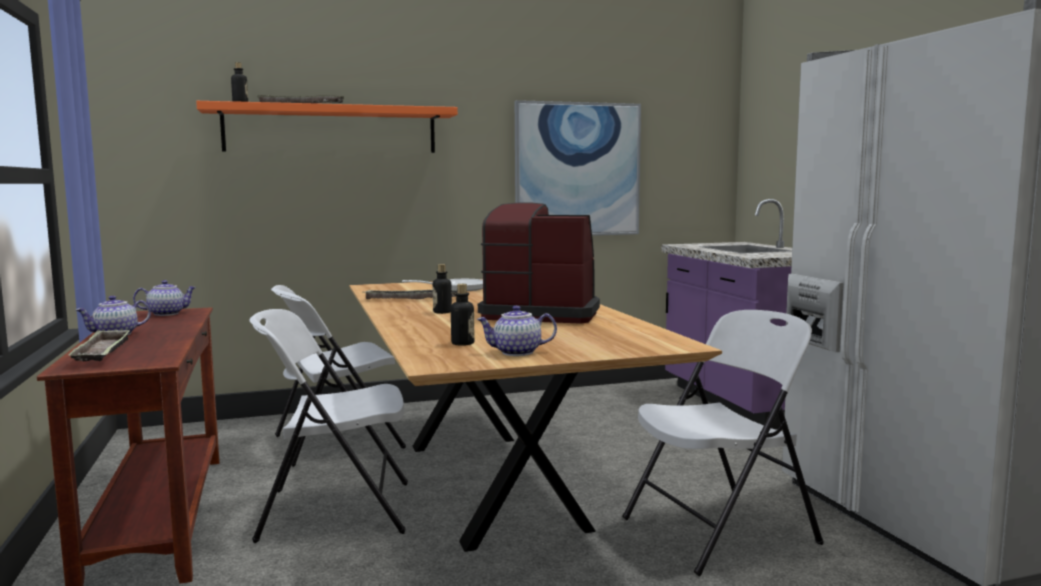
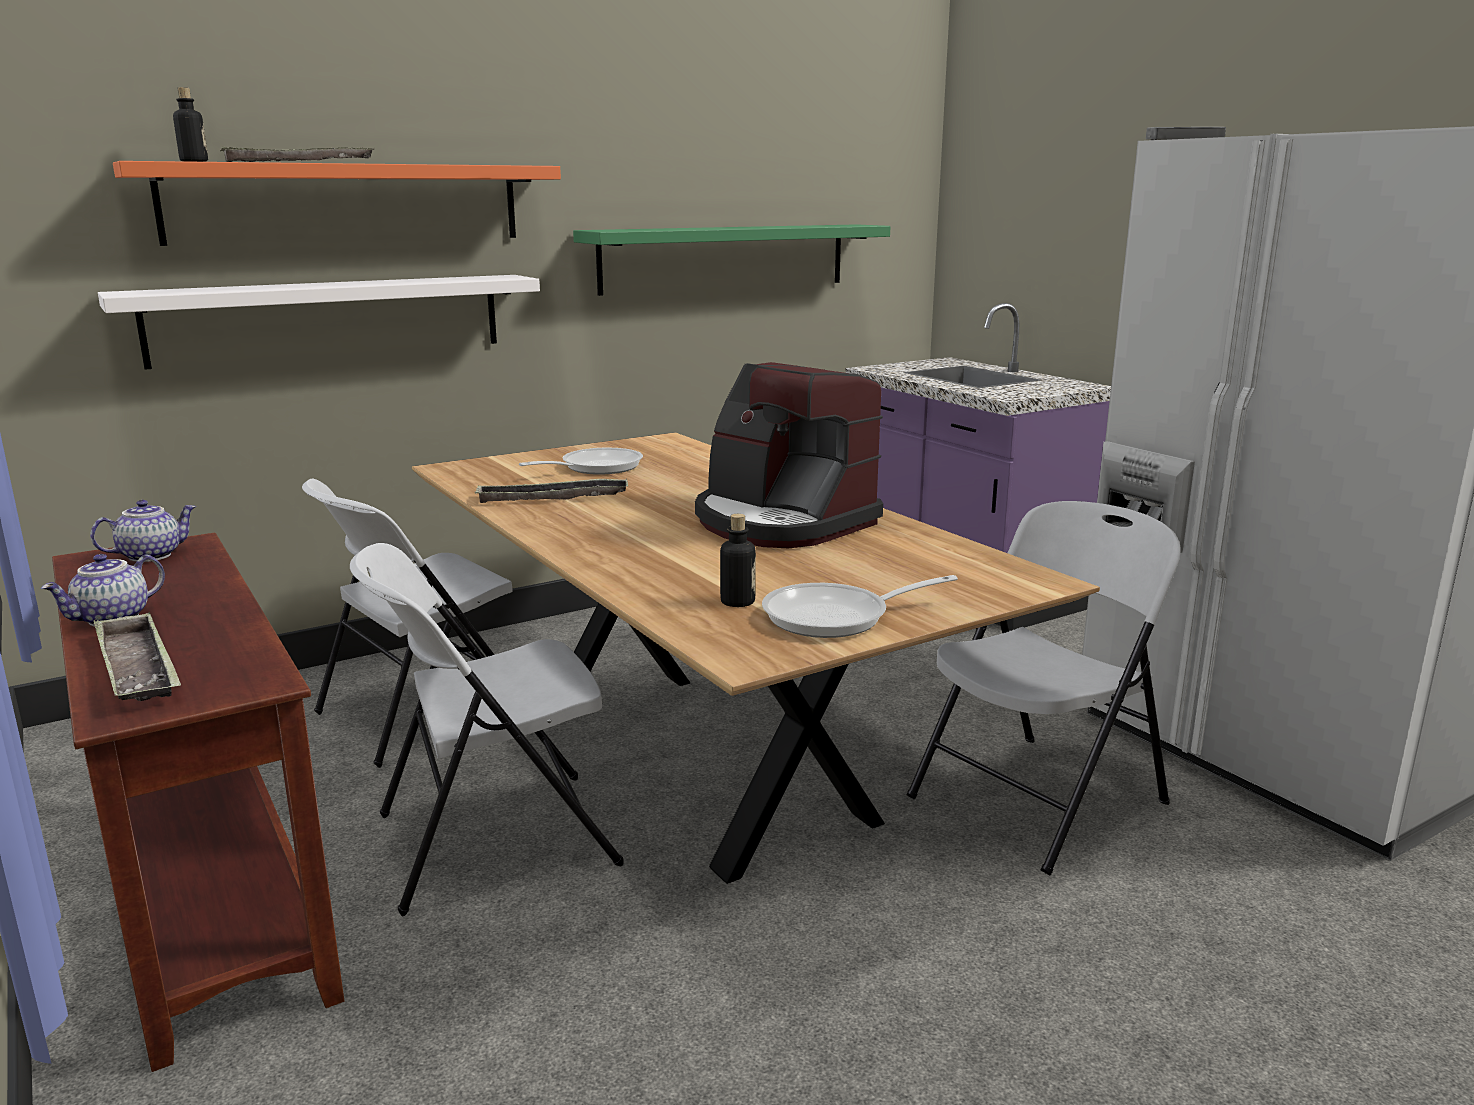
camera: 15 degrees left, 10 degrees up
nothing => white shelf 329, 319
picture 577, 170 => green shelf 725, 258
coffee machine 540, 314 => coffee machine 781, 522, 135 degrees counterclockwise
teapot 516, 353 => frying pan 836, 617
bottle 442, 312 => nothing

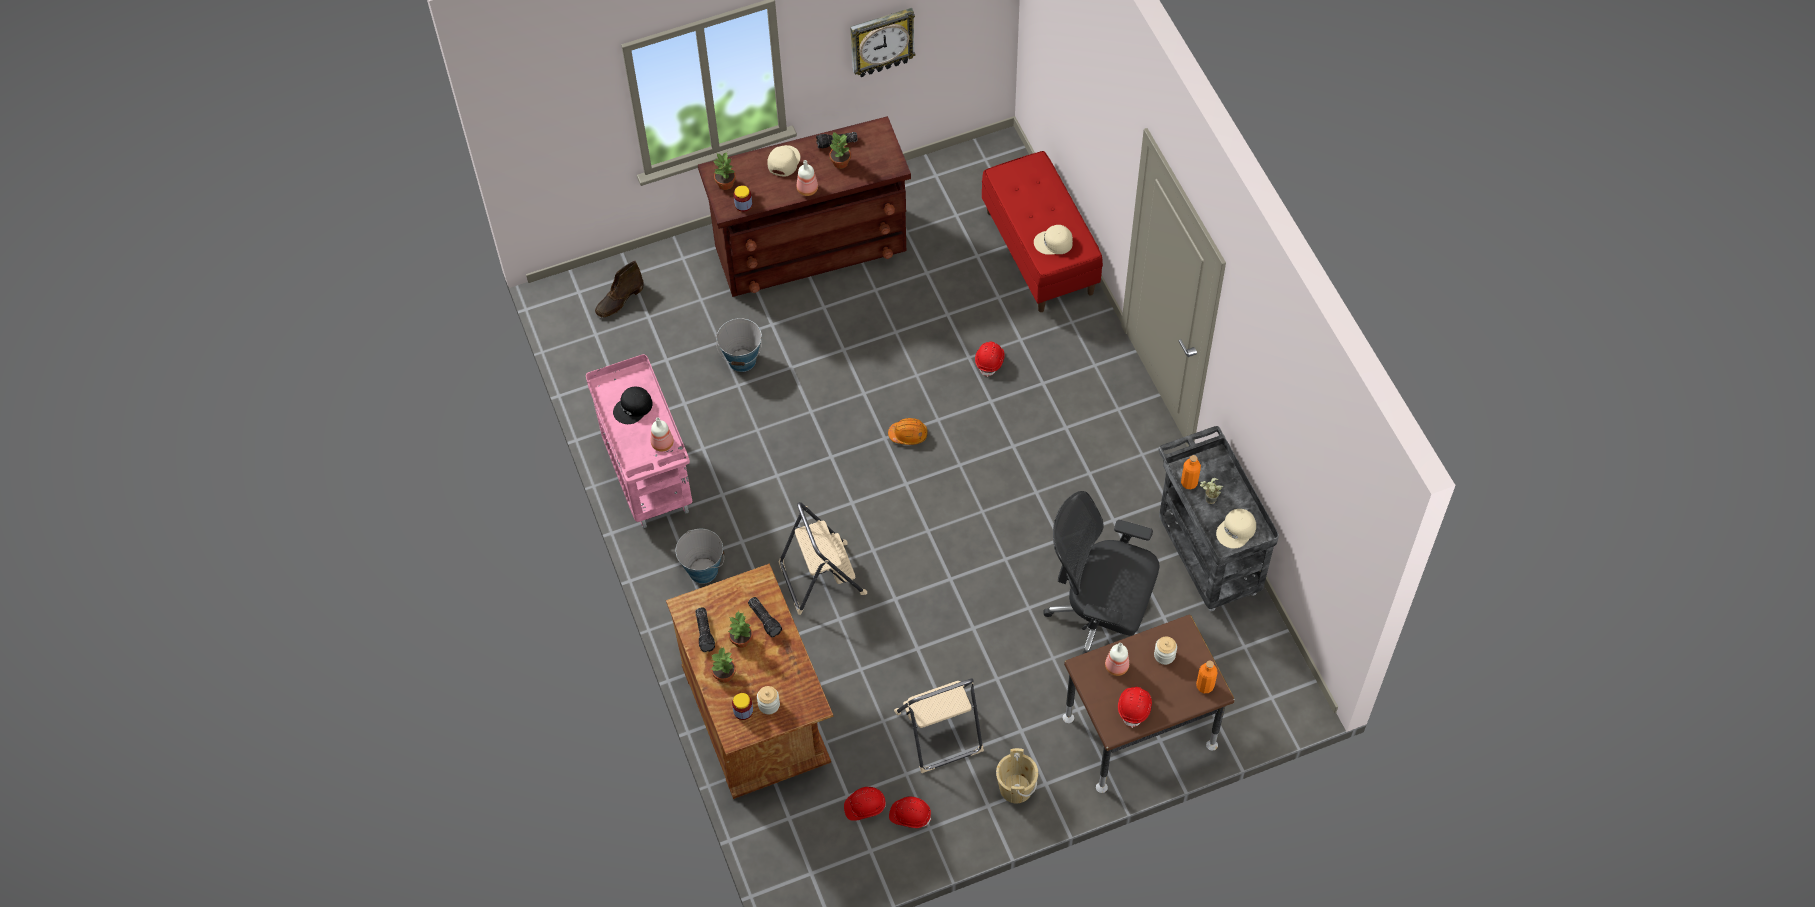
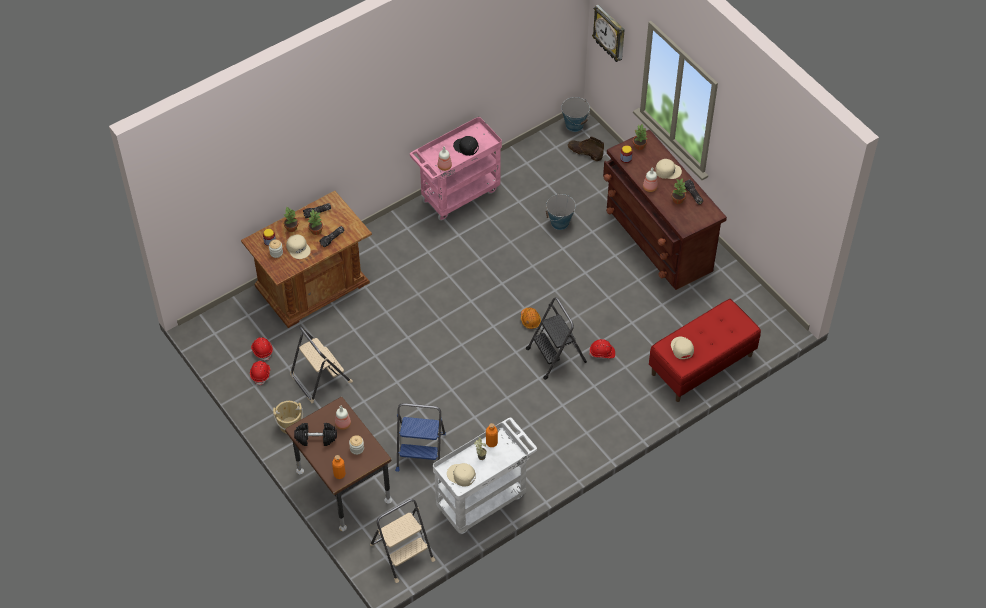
camera: 75 degrees right, 5 degrees down
nothing => beige cap 298, 248
red hard hat 1134, 707 => black dumbbell 316, 438
beige step ladder 818, 578 => beige step ladder 401, 550, move
office chair 1100, 617 => blue step ladder 421, 450
black cart 1205, 555 => white cart 485, 502
nothing => black step ladder 558, 354
bucket 703, 570 => bucket 574, 125, move
wall clock 881, 41 => wall clock 610, 34, move

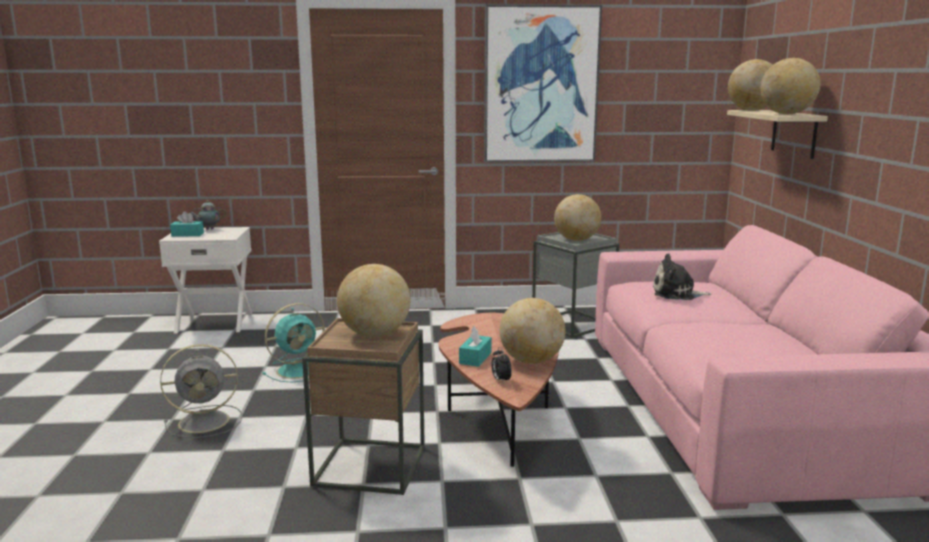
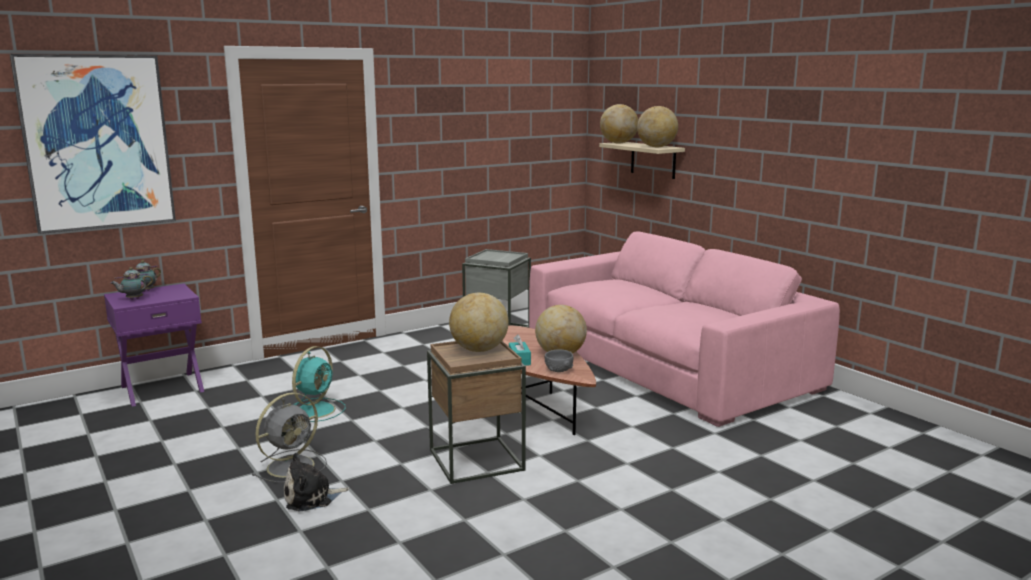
camera: 30 degrees left, 0 degrees up
picture 540, 85 => picture 97, 142, move
white nightstand 215, 322 => purple nightstand 162, 388
turquoise tissue box 187, 234 => teapot 133, 299
plush toy 676, 294 => plush toy 311, 497, move
alarm clock 500, 380 => grey bowl 559, 370
globe 576, 240 => nothing

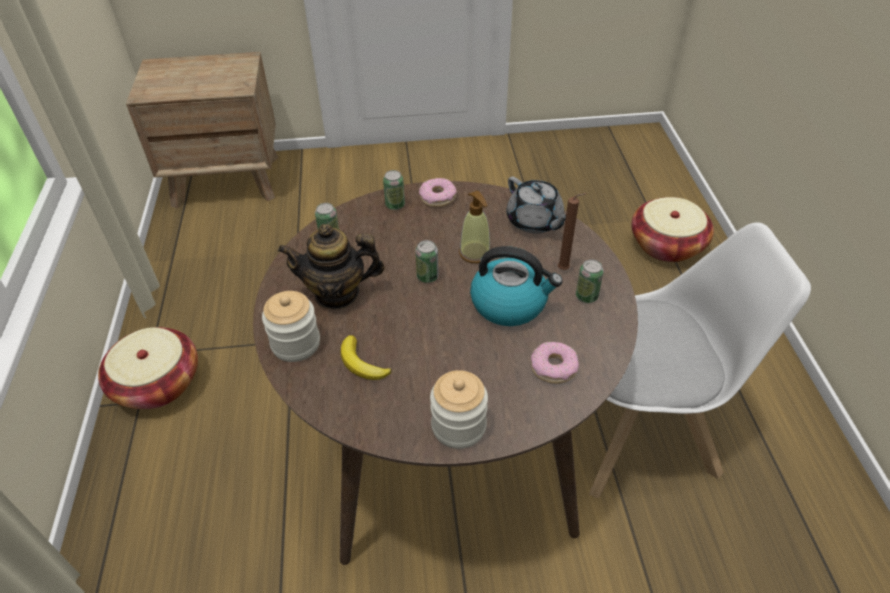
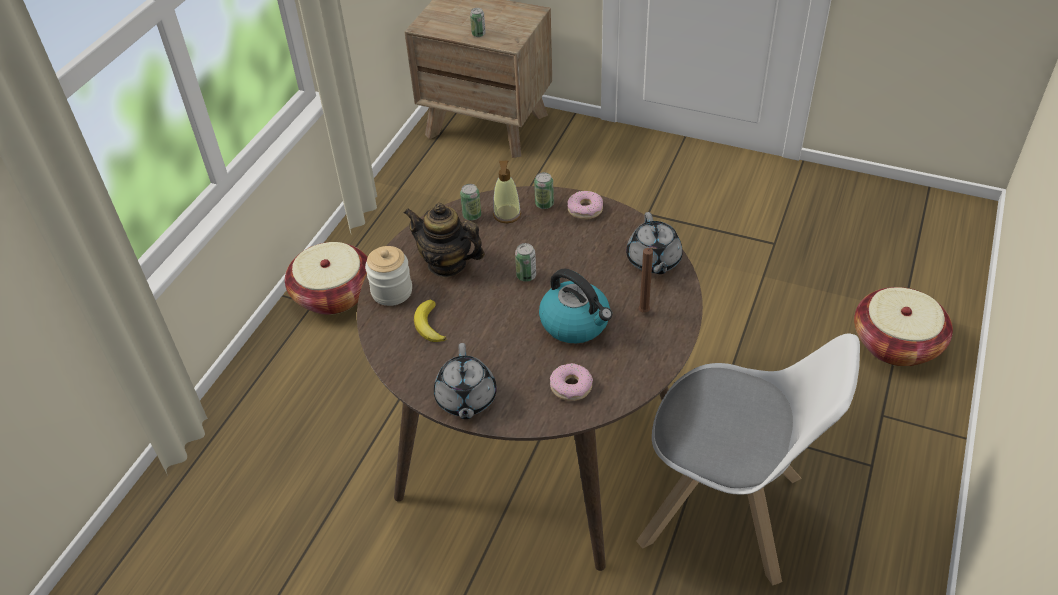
camera: 30 degrees right, 0 degrees up
jar 458, 426 => grey teapot 466, 399
can 586, 296 => can 478, 34, move
soap dispenser 475, 253 => soap dispenser 507, 215, move

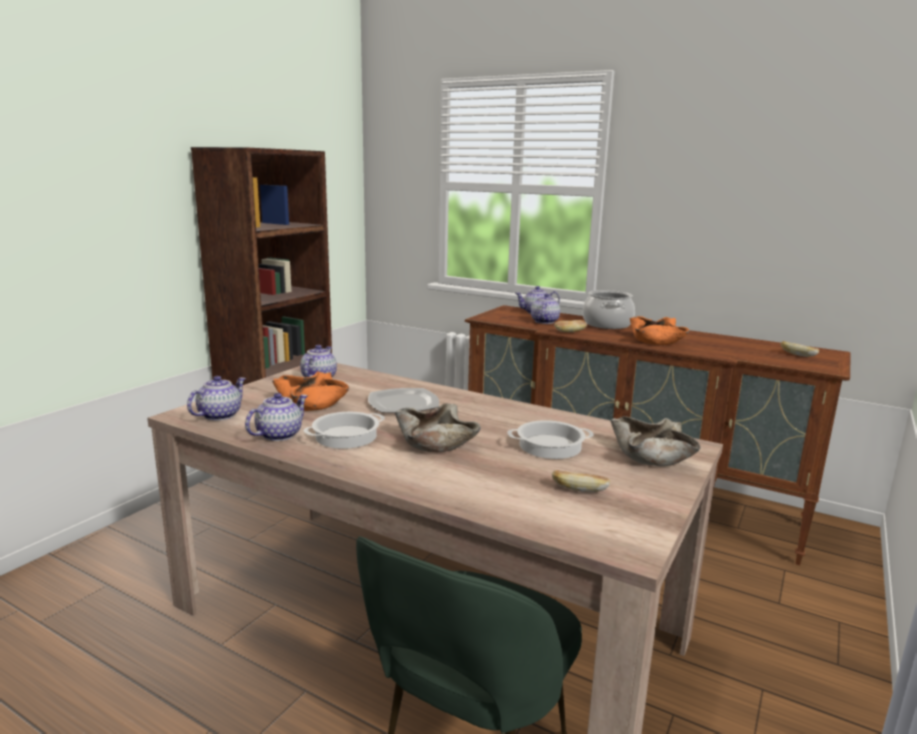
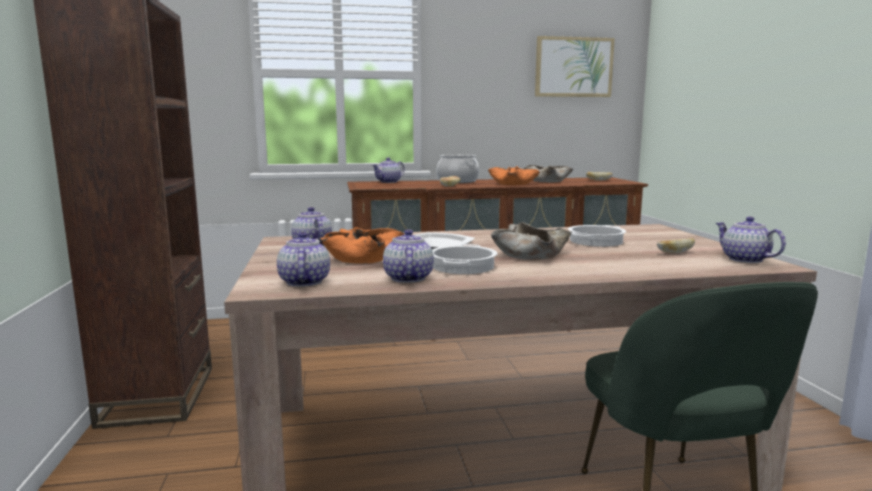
camera: 40 degrees left, 5 degrees down
beige bowl 652, 455 => beige bowl 547, 181, move
nothing => picture 573, 67
teapot 544, 321 => teapot 744, 259, move

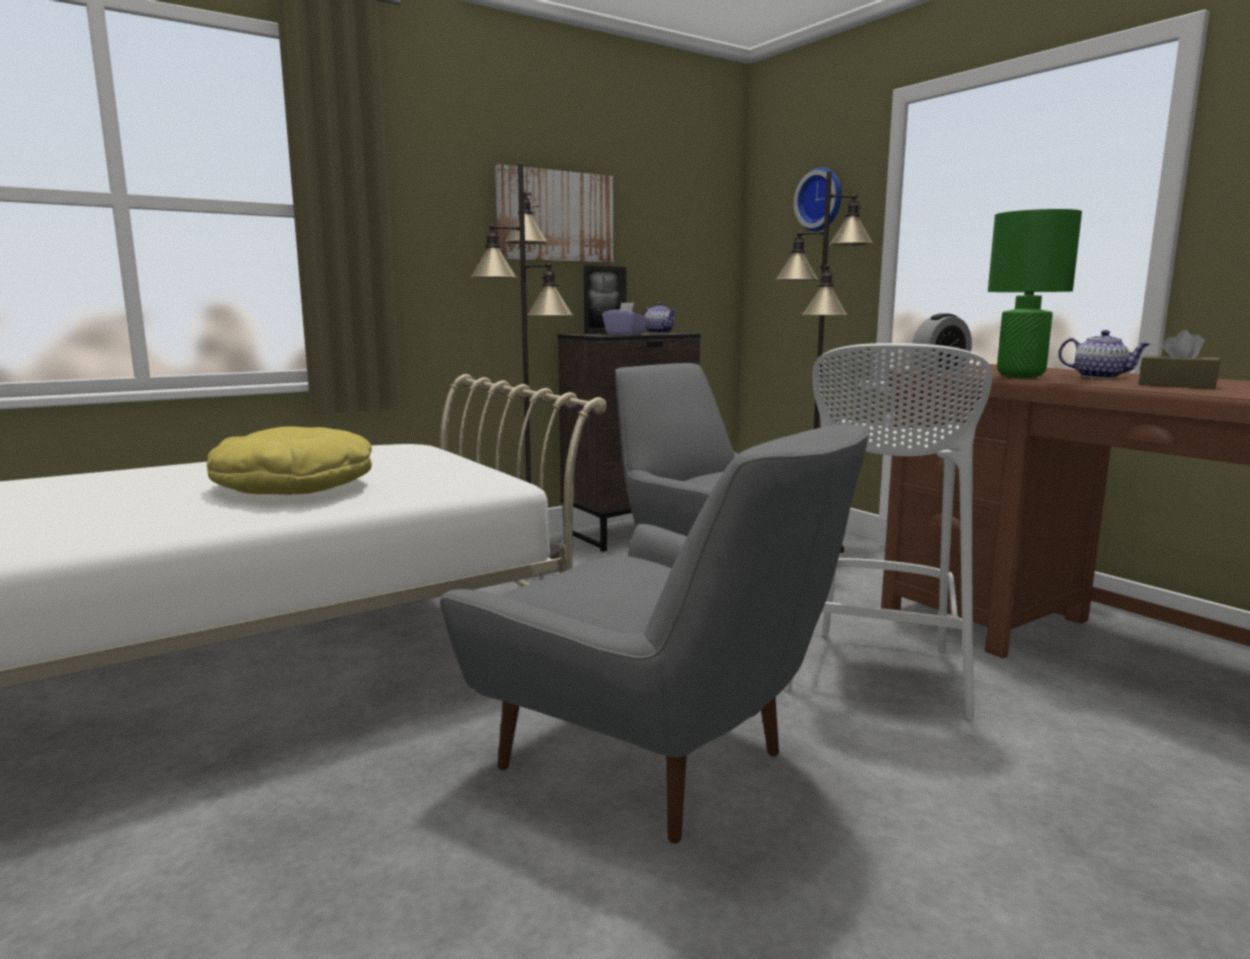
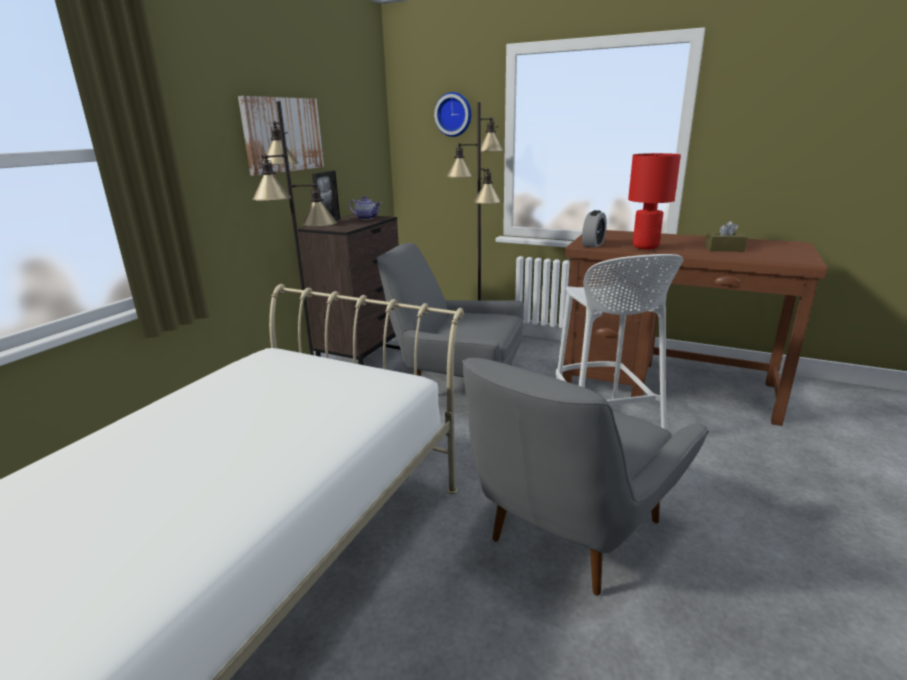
camera: 30 degrees left, 10 degrees up
grey armchair 660, 765 => grey armchair 567, 535, 120 degrees clockwise
green table lamp 1020, 377 => red table lamp 645, 248
yellow pillow 291, 486 => nothing
purple tissue box 625, 334 => nothing
teapot 1100, 377 => nothing

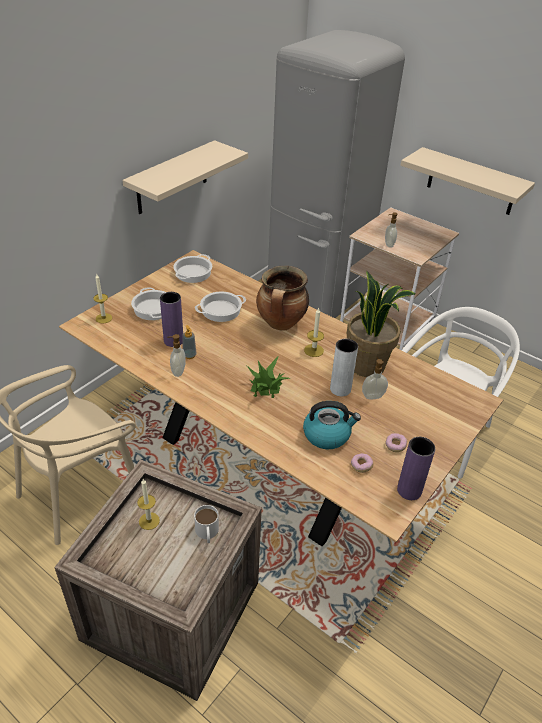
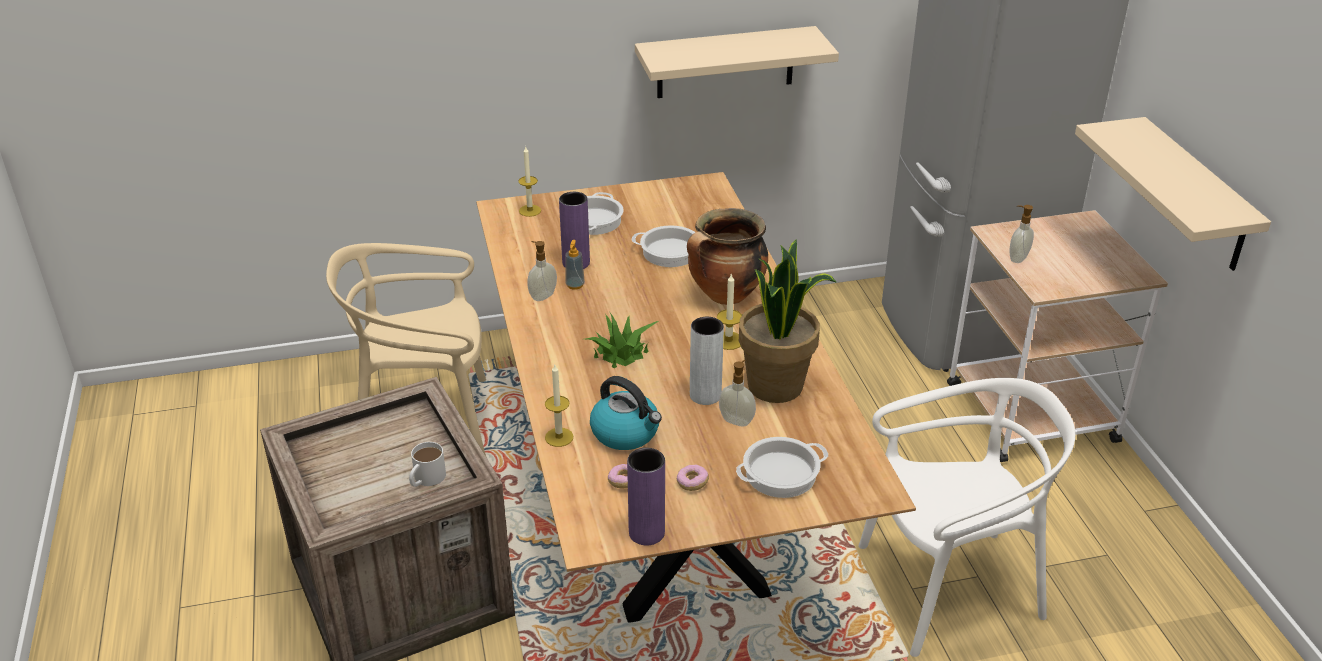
camera: 40 degrees right, 5 degrees down
candle 149, 521 => candle 559, 437, move
cooking pot 193, 273 => cooking pot 780, 474, move

